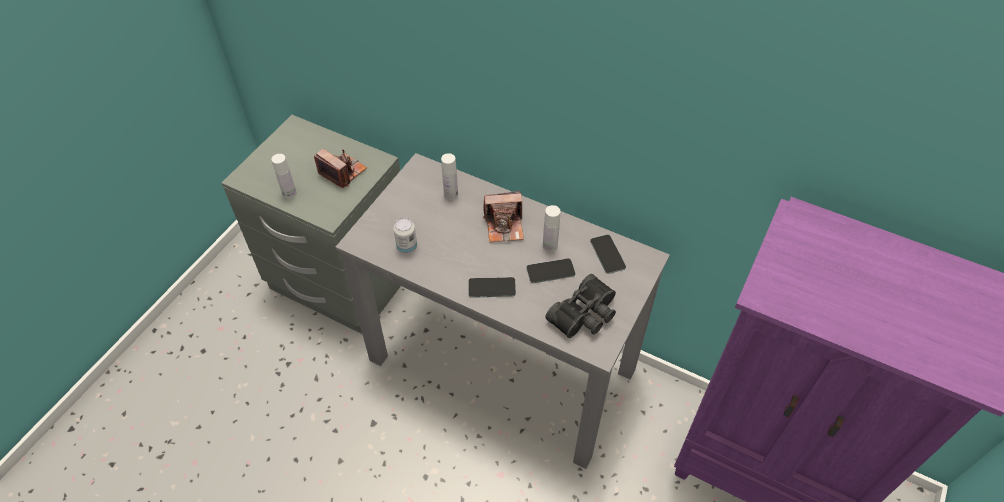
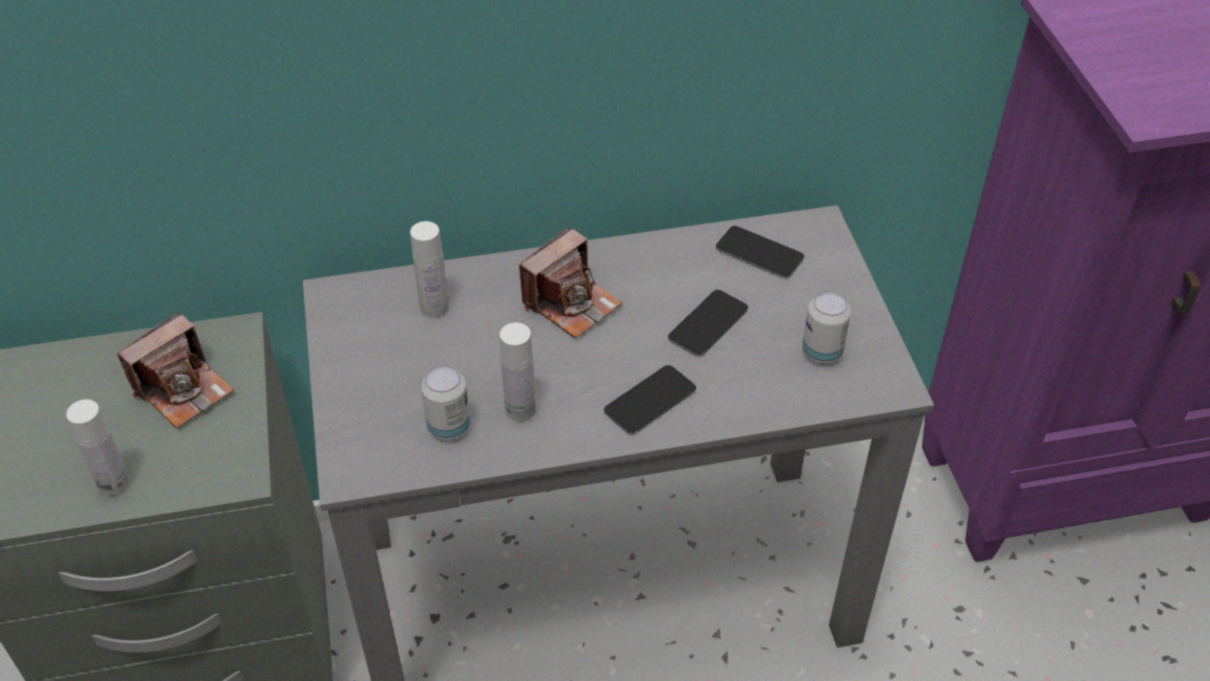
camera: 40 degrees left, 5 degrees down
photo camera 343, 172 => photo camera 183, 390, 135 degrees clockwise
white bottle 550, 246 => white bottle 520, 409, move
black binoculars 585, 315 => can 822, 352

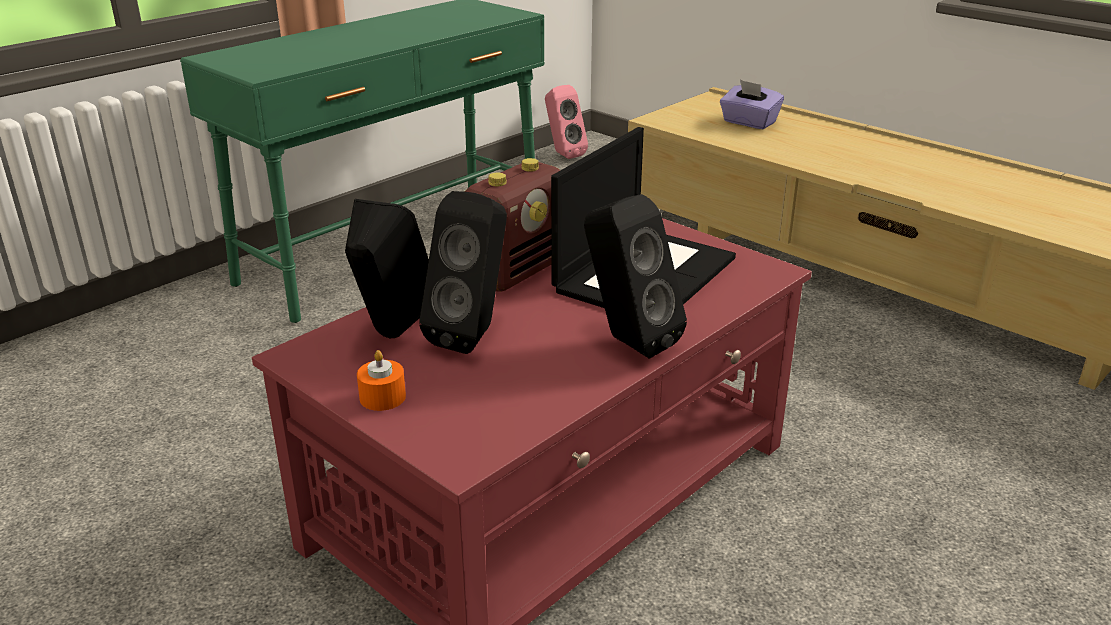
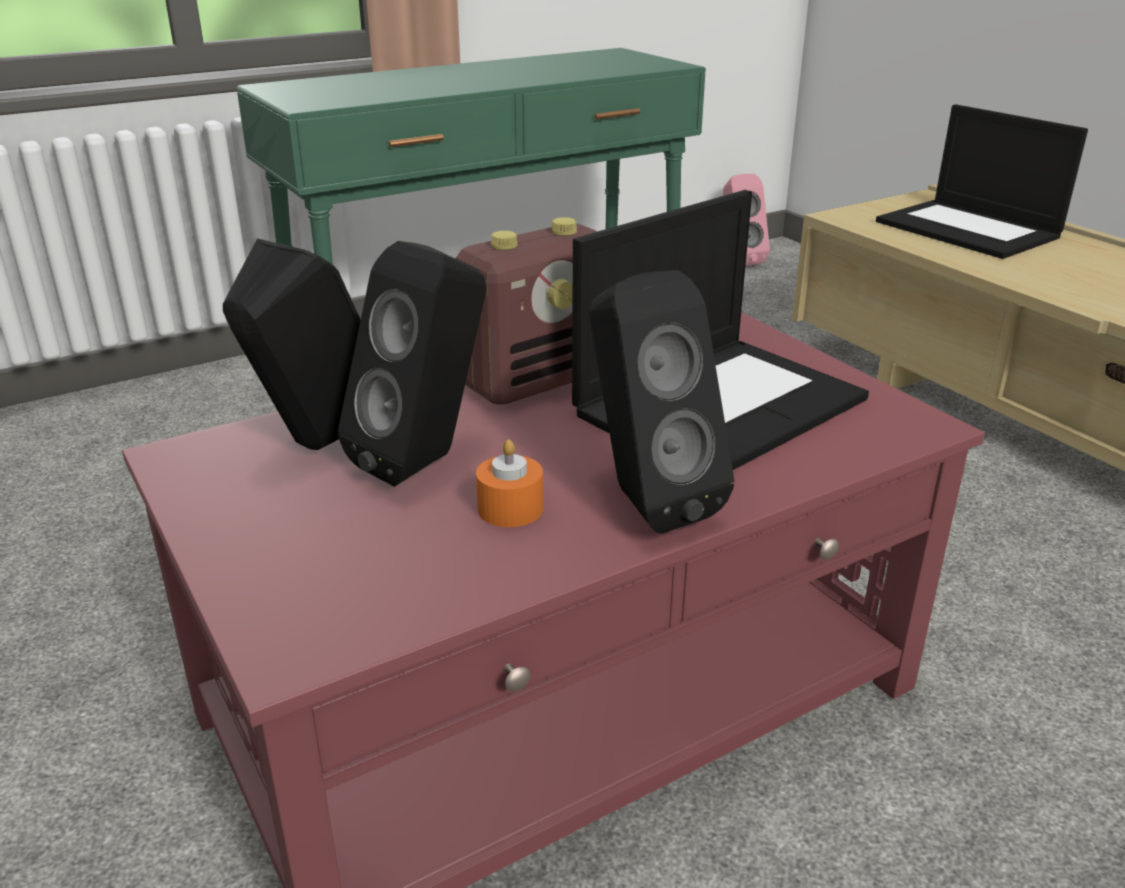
camera: 15 degrees right, 0 degrees up
orange candle 382, 397 => orange candle 510, 508, move
purple tissue box 749, 122 => laptop 970, 229

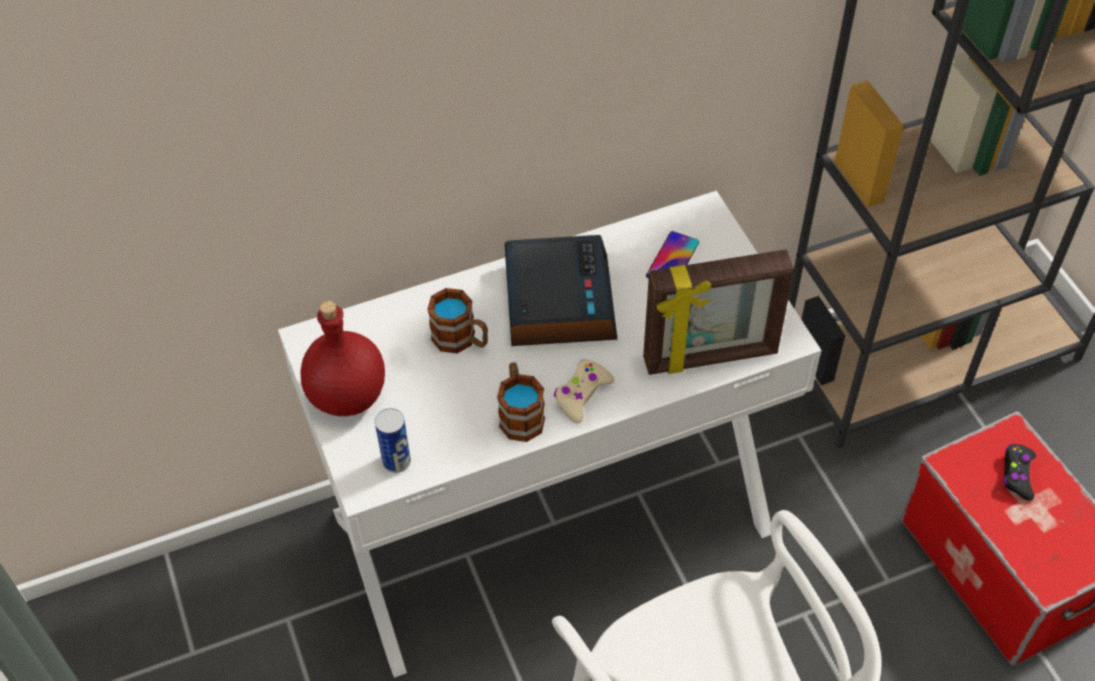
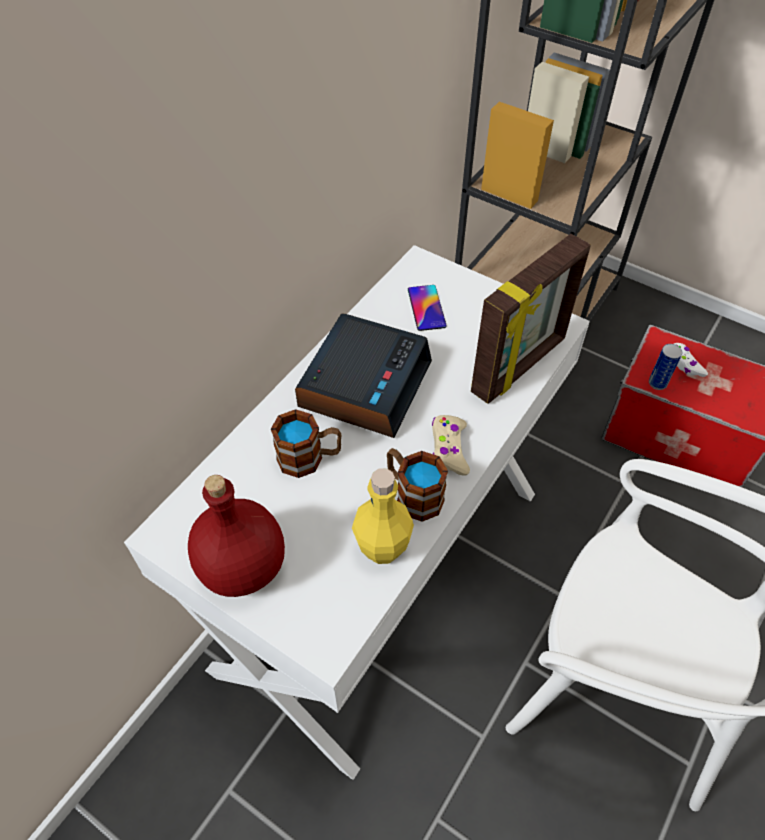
camera: 35 degrees left, 0 degrees up
alarm clock 557, 301 => alarm clock 364, 383, 60 degrees clockwise
nothing => yellow bottle 382, 548
can 396, 461 => can 657, 383, move
black game controller 1017, 475 => white game controller 684, 364

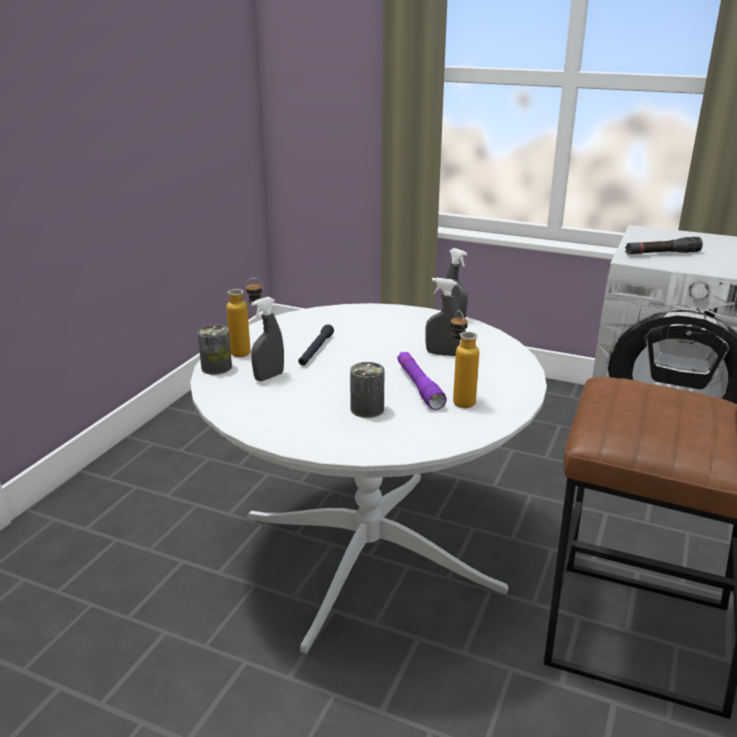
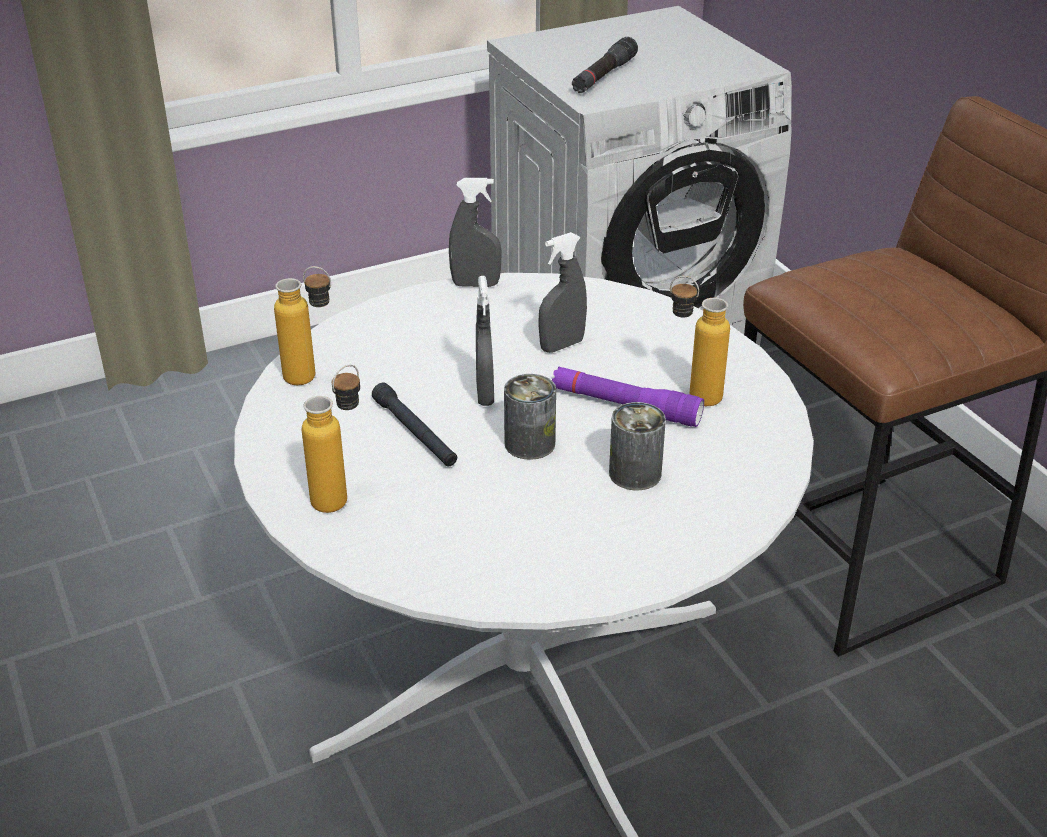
camera: 50 degrees left, 10 degrees up
nothing => bottle 312, 379
grey spray bottle 269, 377 => grey spray bottle 485, 394, move
can 216, 367 => can 529, 443, move

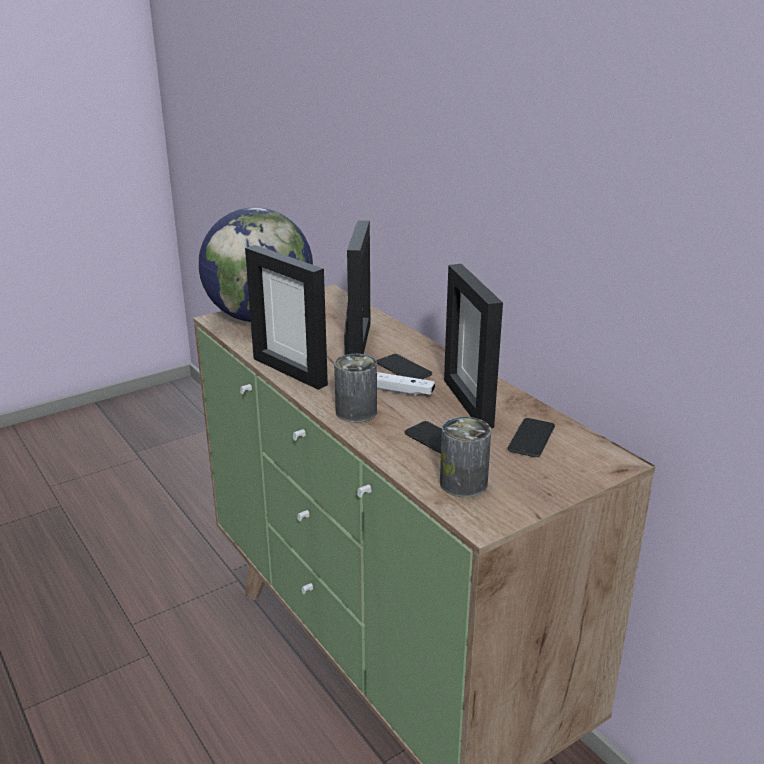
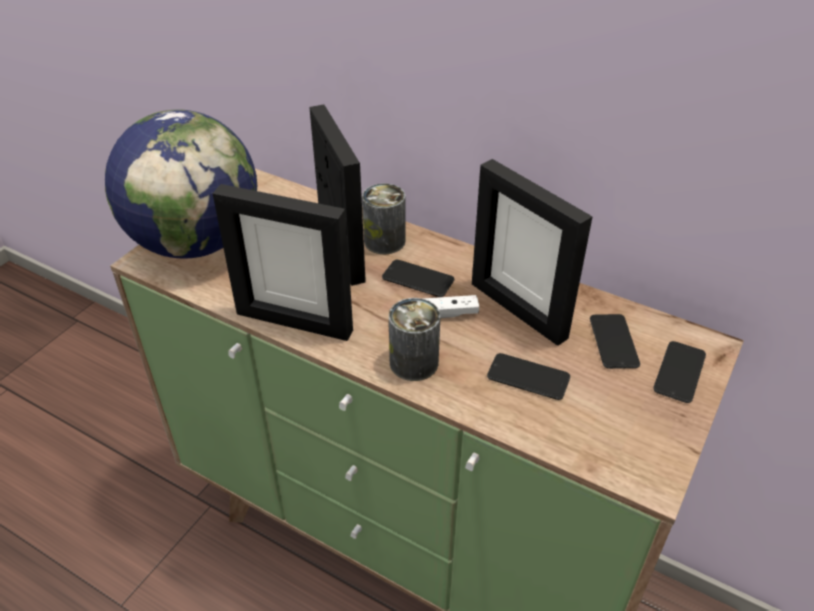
camera: 25 degrees left, 15 degrees up
can 463, 483 => can 384, 241, move
nothing => phone 679, 372

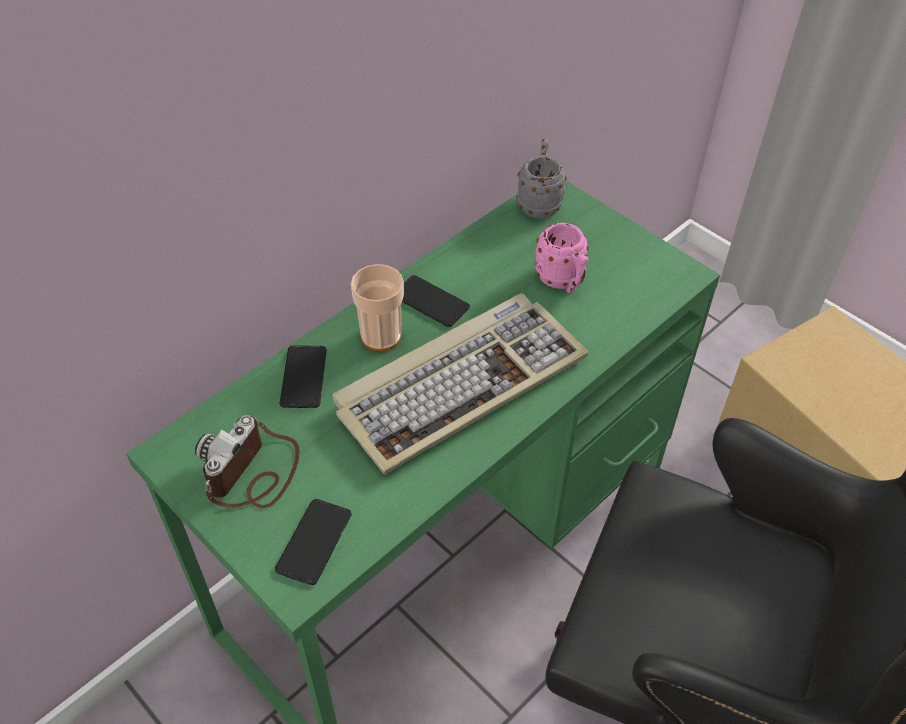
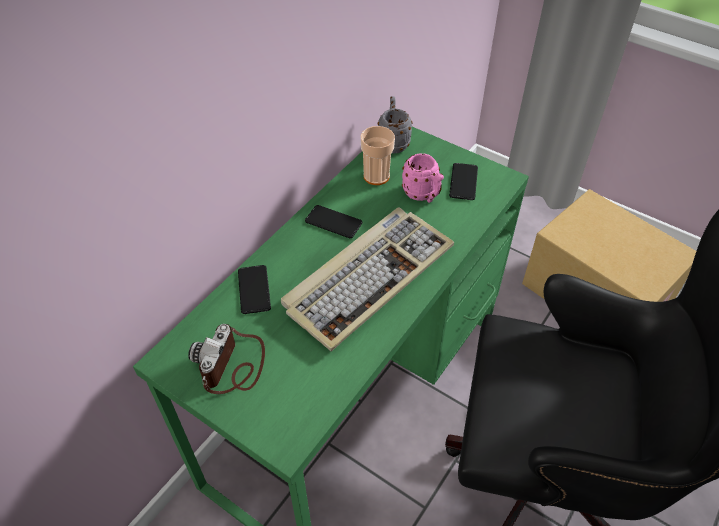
camera: 10 degrees left, 0 degrees up
cup 381, 336 => cup 376, 176, move
phone 314, 542 => phone 463, 182, move

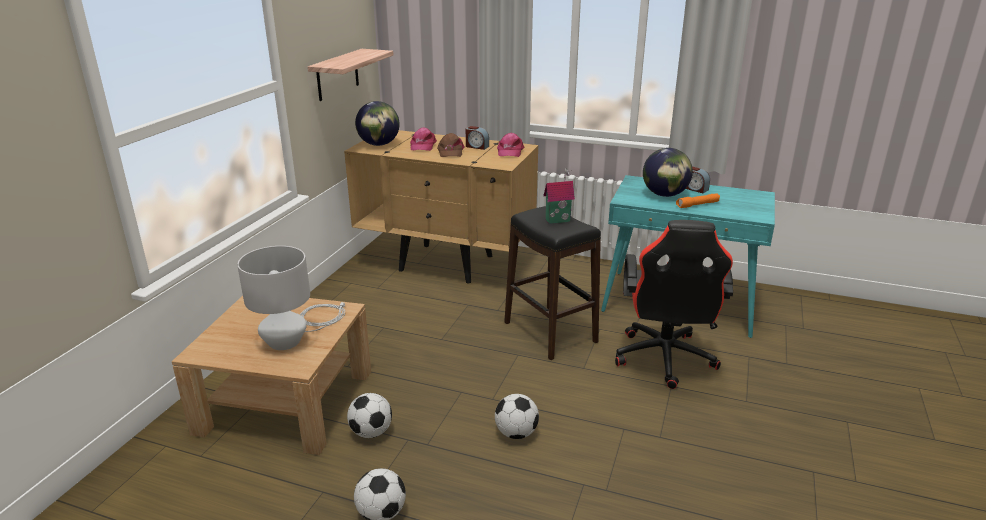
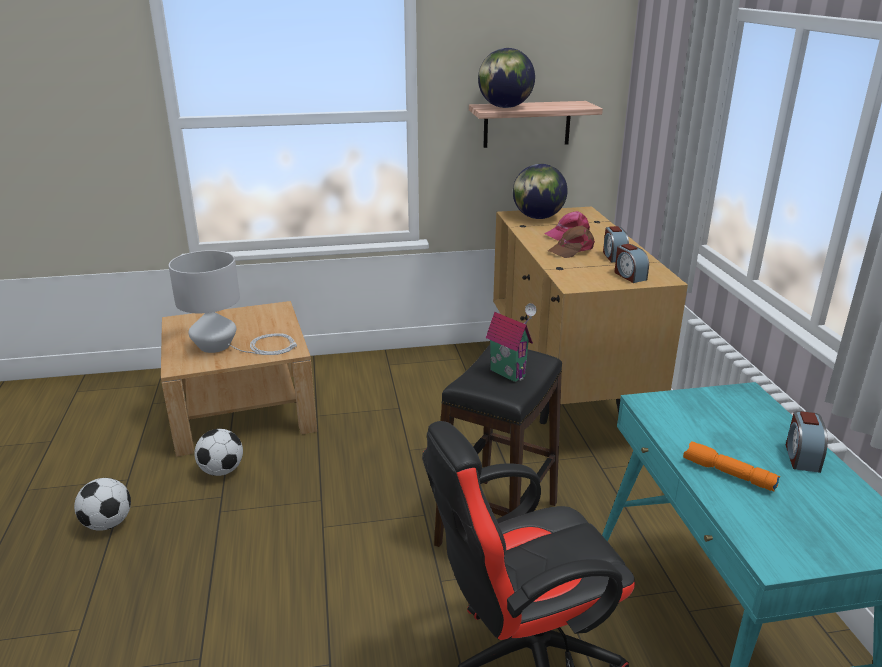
camera: 60 degrees right, 0 degrees up
globe 664, 195 => globe 505, 107, move
pink cap 509, 151 => alarm clock 629, 276
football 516, 433 => nothing

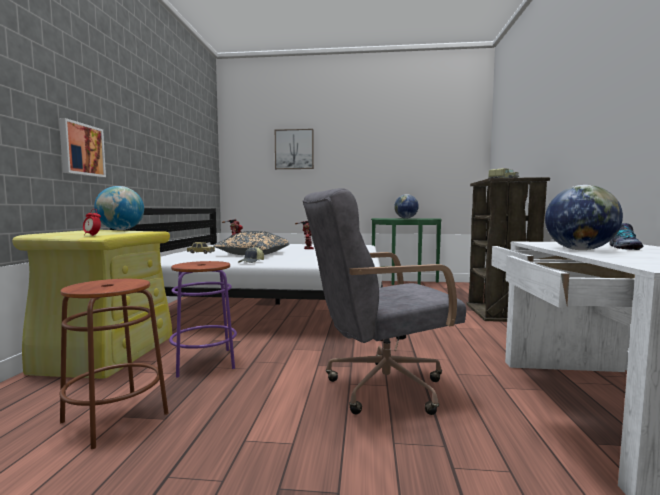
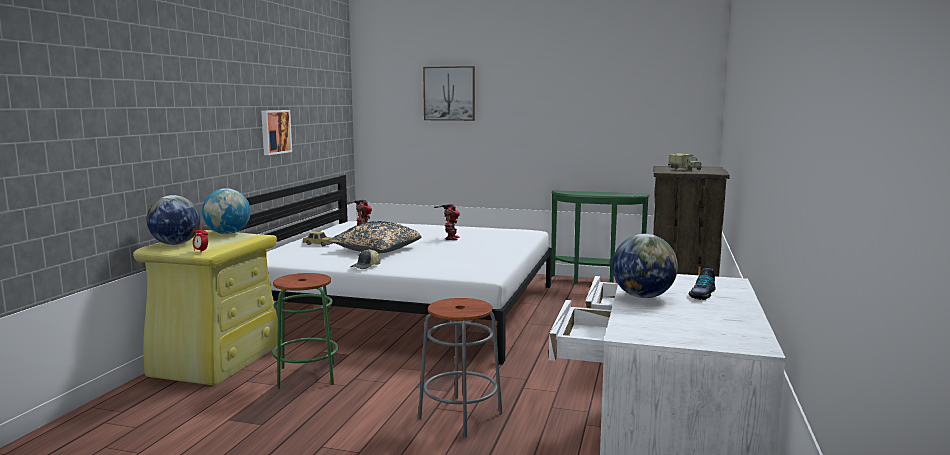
camera: 10 degrees right, 5 degrees up
globe 406, 218 => globe 175, 244, move
picture 81, 149 => picture 274, 132, move
purple stool 204, 362 => green stool 306, 376
grey office chair 379, 390 => grey stool 460, 416
brown stool 115, 417 => nothing

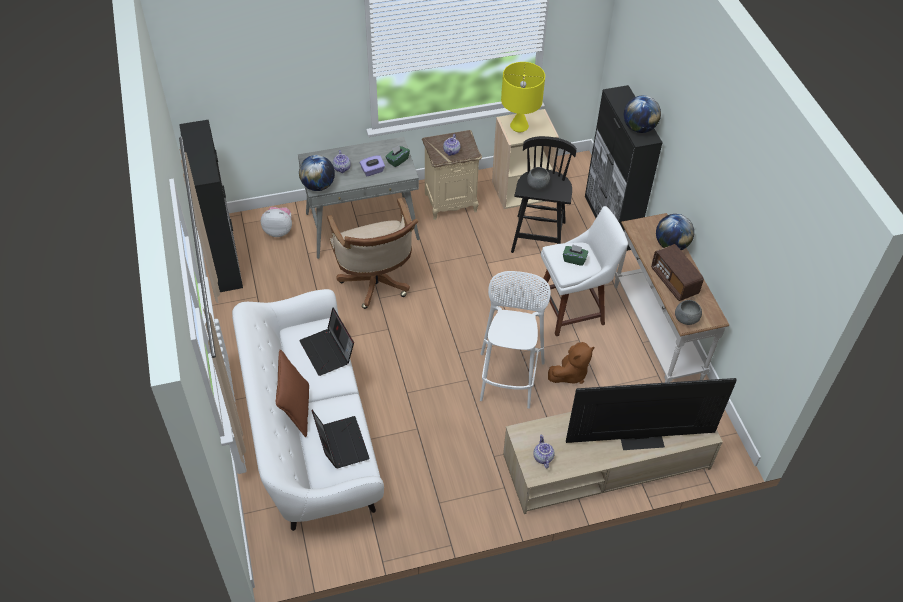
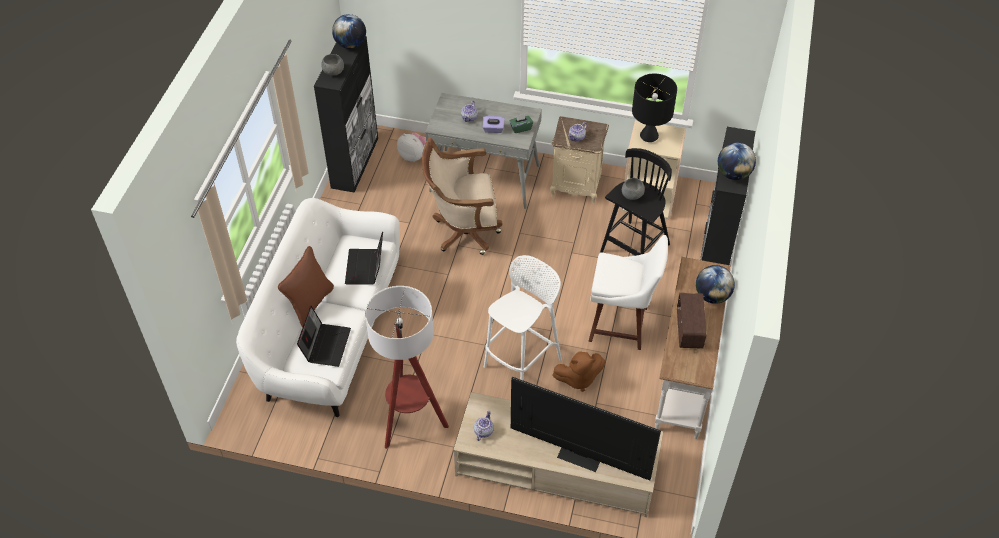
camera: 30 degrees right, 0 degrees up
grey bowl 686, 320 => grey bowl 333, 72, move
globe 318, 186 => globe 351, 44, move
nothing => floor lamp 411, 422
office chair 376, 285 => office chair 463, 233, 75 degrees clockwise
yellow table lamp 519, 127 => black table lamp 649, 137
green tissue box 574, 259 => nothing

